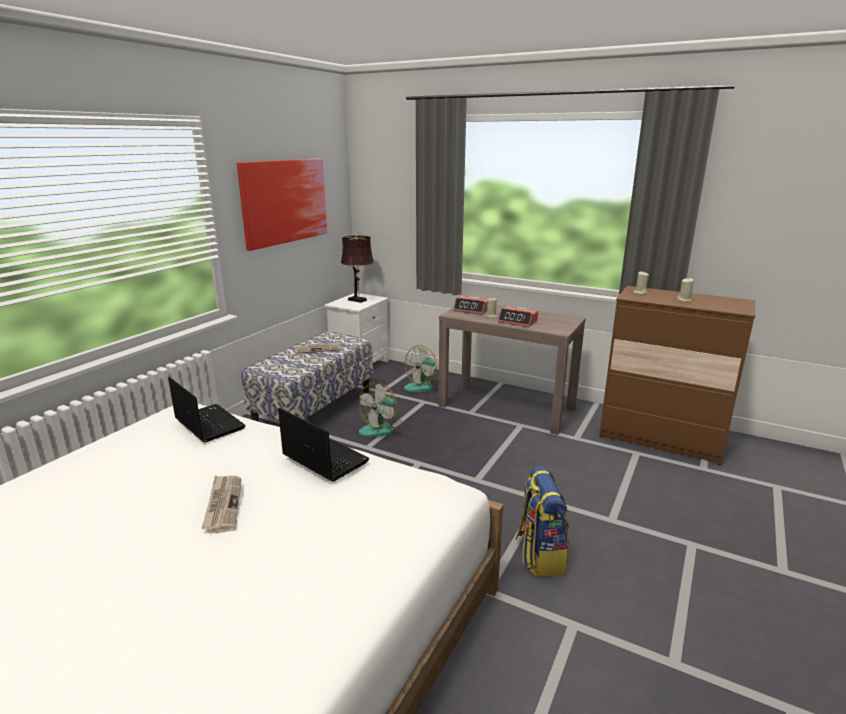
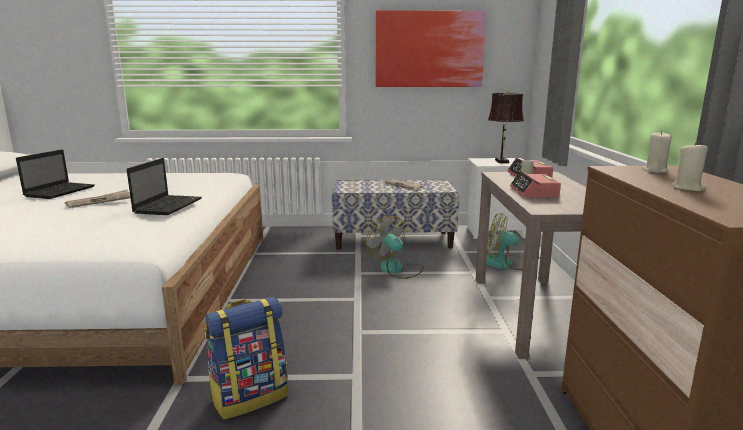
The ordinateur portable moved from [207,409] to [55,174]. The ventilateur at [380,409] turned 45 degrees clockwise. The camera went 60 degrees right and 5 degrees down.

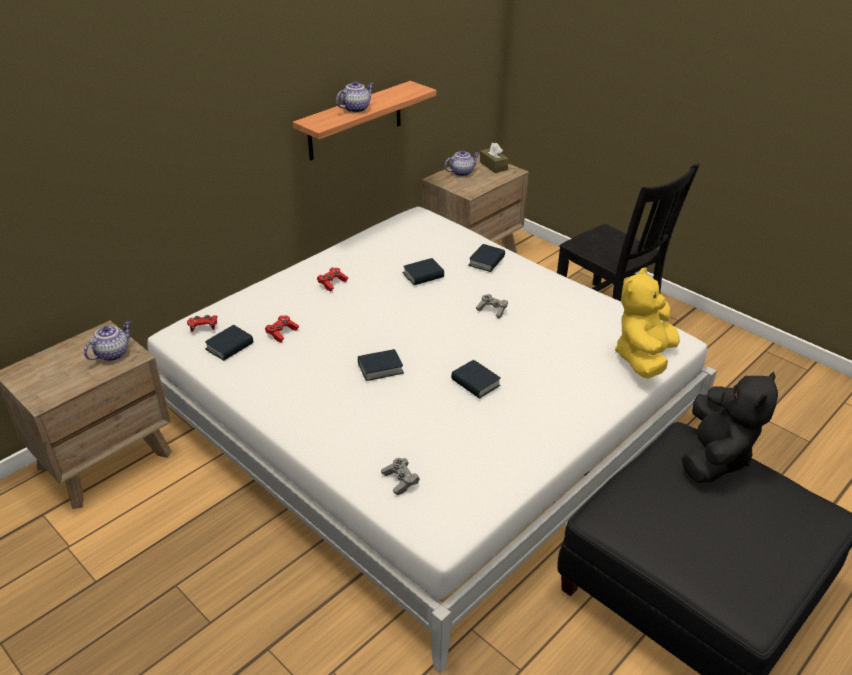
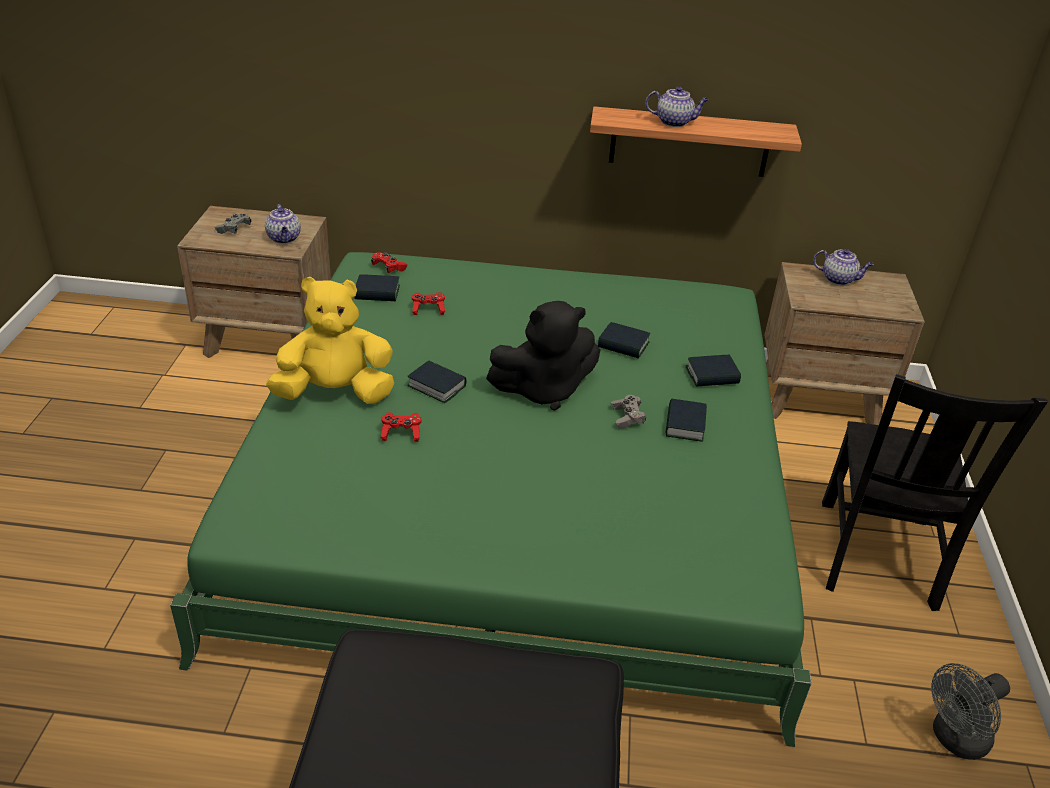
The théière at [107,341] turned 75 degrees clockwise. The lit (blanc) at [432,440] became the lit (vert) at [491,499]. The manette (rouge) moved from [332,279] to [401,427]. The manette (gris) moved from [400,476] to [233,223]. The livre moved from [476,379] to [686,420]. The boîte à mouchoirs (marron) at [494,158] disappeared. The peluche (jaune) moved from [647,322] to [330,340]. The peluche (noir) moved from [730,427] to [543,356]. The ventilateur (gris) at [970,711] appeared. The camera went 50 degrees right and 0 degrees up.

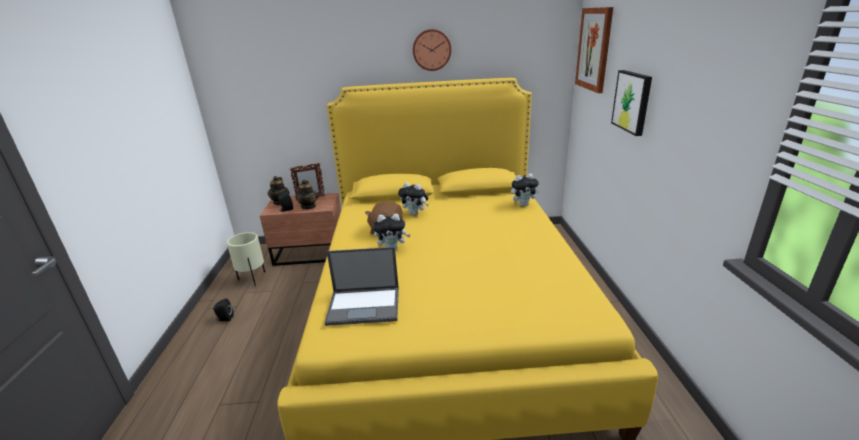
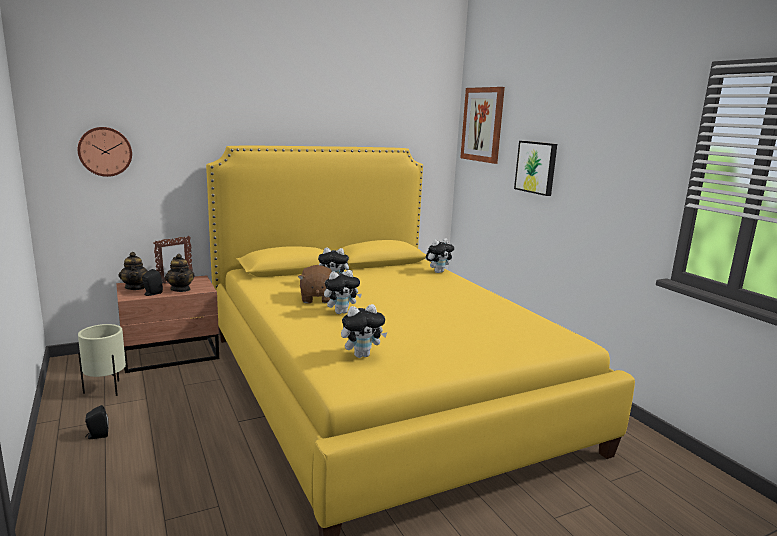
The ordinateur portable at [362,286] was replaced by the peluche at [364,331]. The horloge murale moved from [432,50] to [105,152]. The camera went 25 degrees left and 10 degrees down.

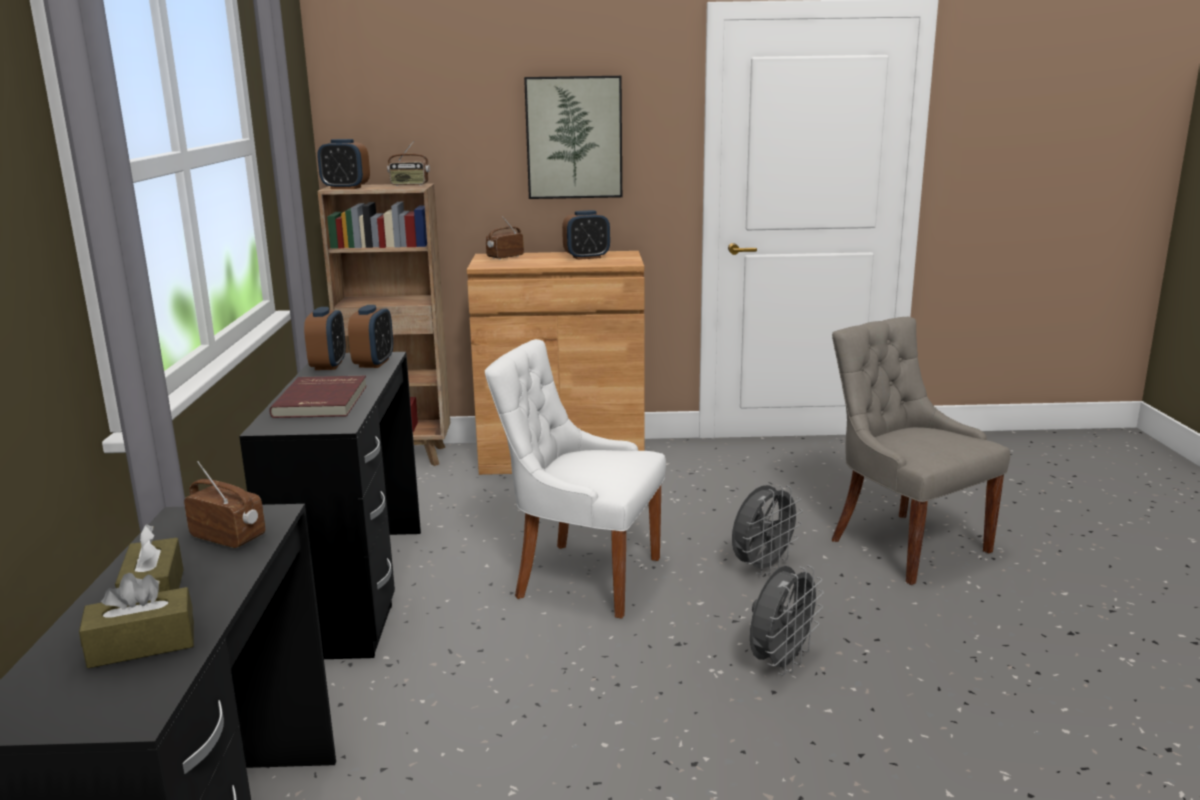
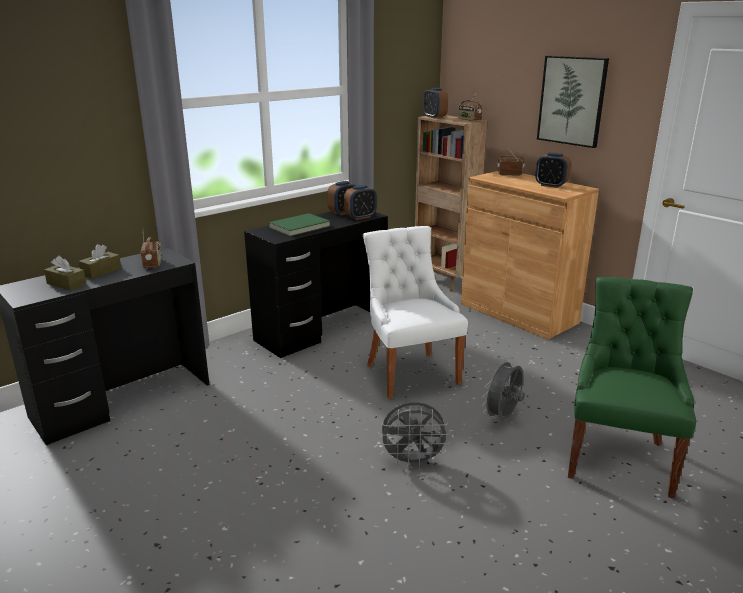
The livre (rouge) at [318,397] became the livre (vert) at [299,224]. The ventilateur (gris) at [767,530] turned 120 degrees clockwise. The chaise (gris) at [921,451] became the chaise (vert) at [632,387]. The camera went 50 degrees right and 5 degrees up.

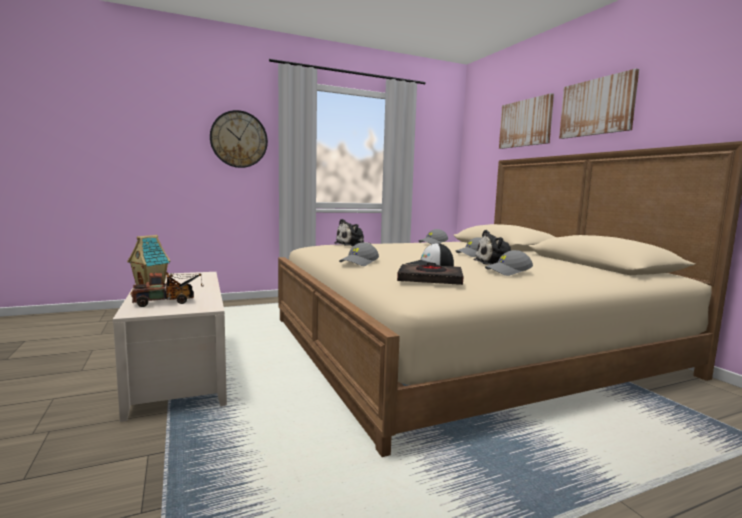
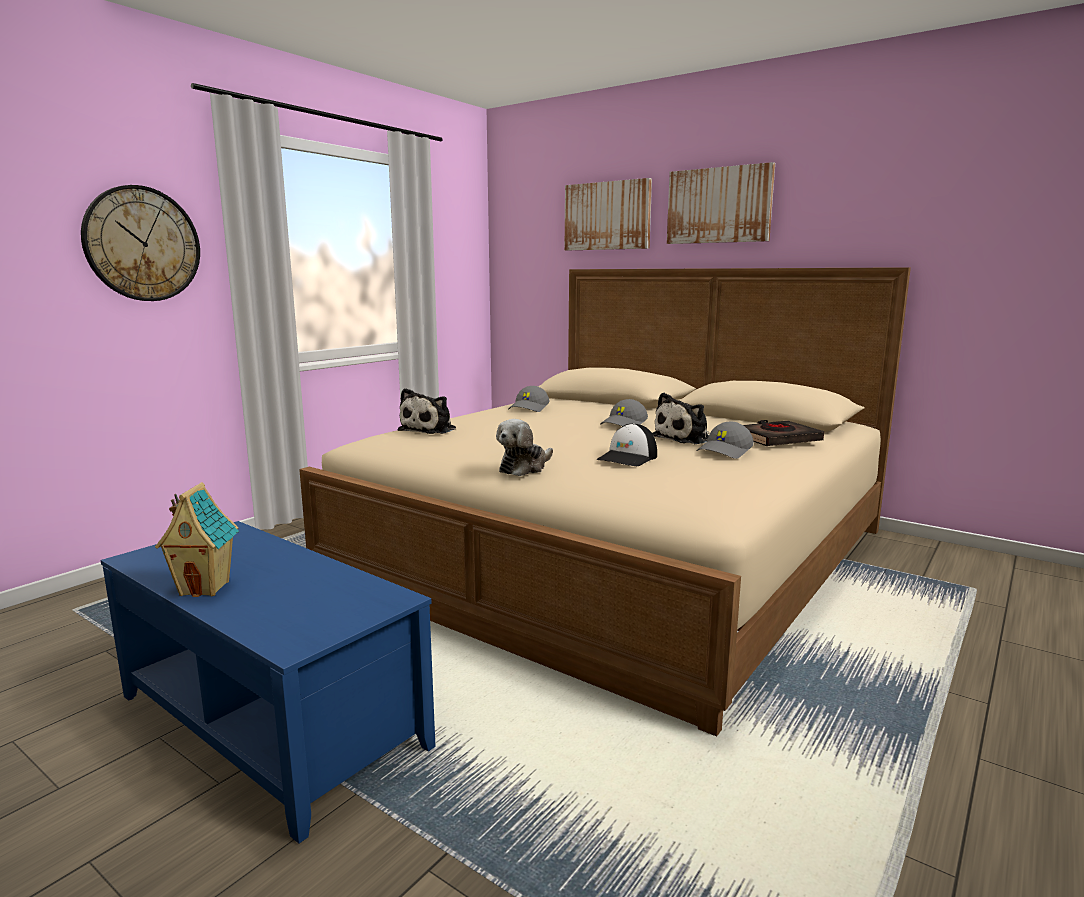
The table basse (beige) at [170,347] became the table basse (bleu) at [268,682]. The camion jouet at [167,289] disappeared. The casquette (gris) at [359,254] was replaced by the peluche at [524,447]. The livre (noir) moved from [430,274] to [784,433]. The camera went 30 degrees left and 5 degrees up.

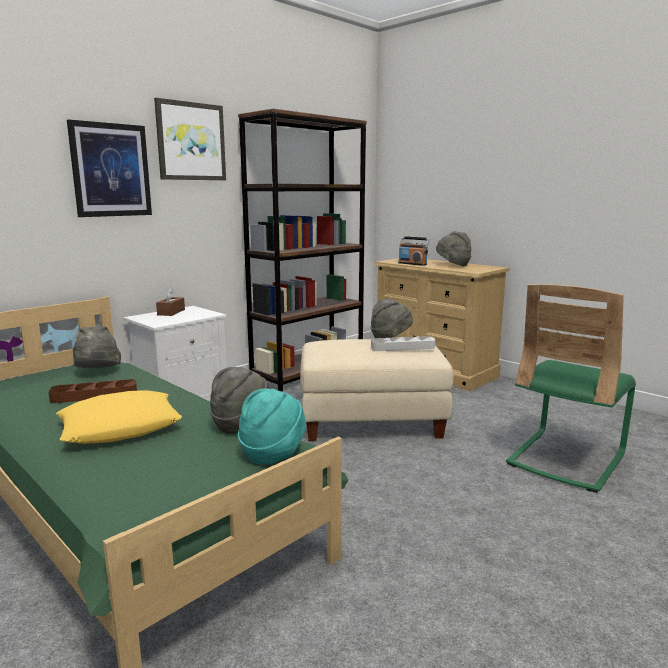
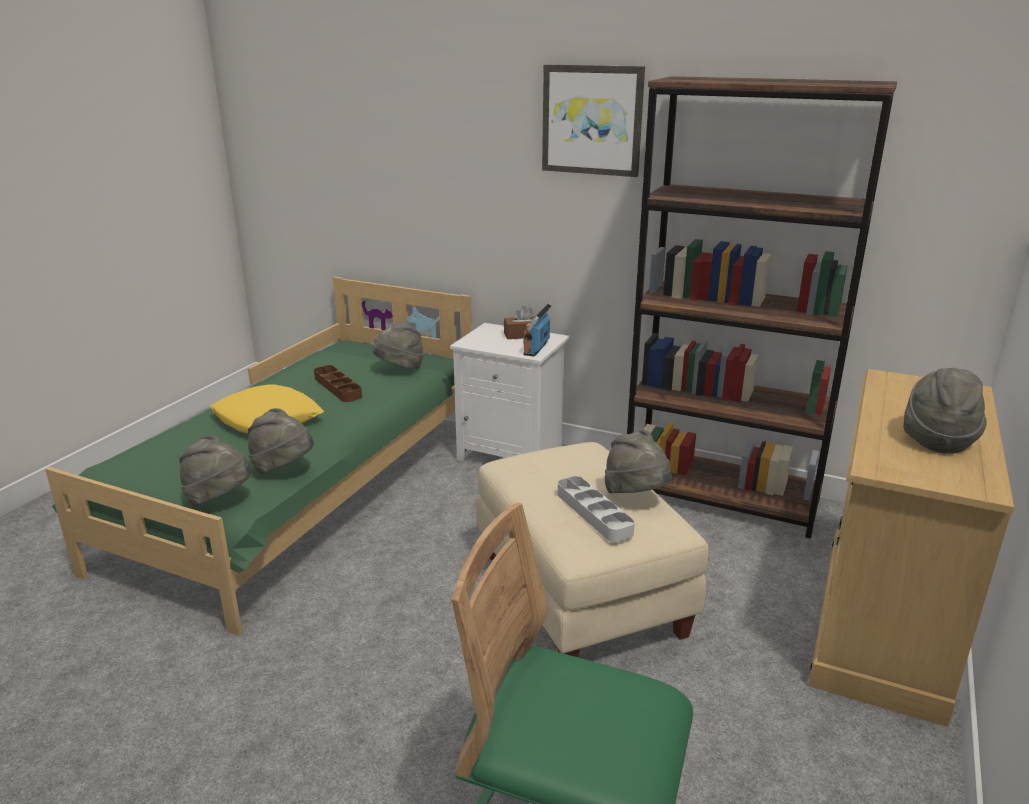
The tableau at [109,168] disappeared. The chapeau (turquoise) at [272,427] became the chapeau (gris) at [215,470]. The radio moved from [414,251] to [537,329]. The camera went 70 degrees right and 10 degrees up.

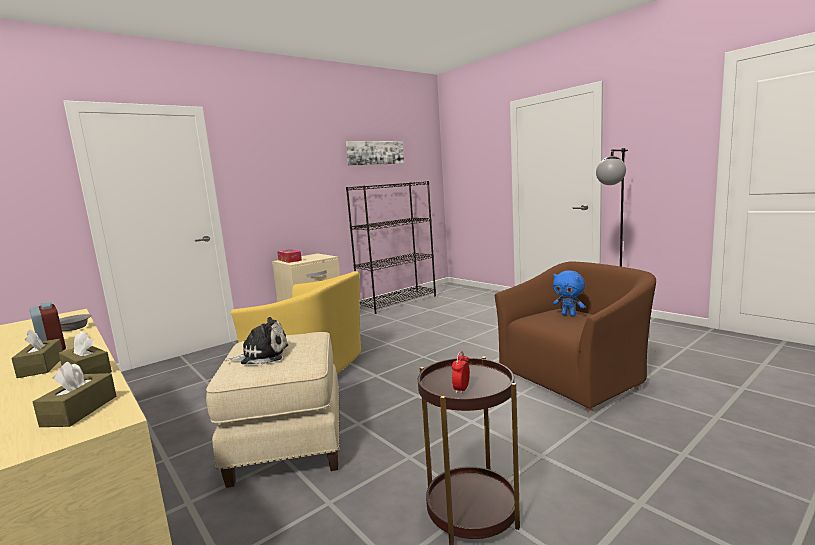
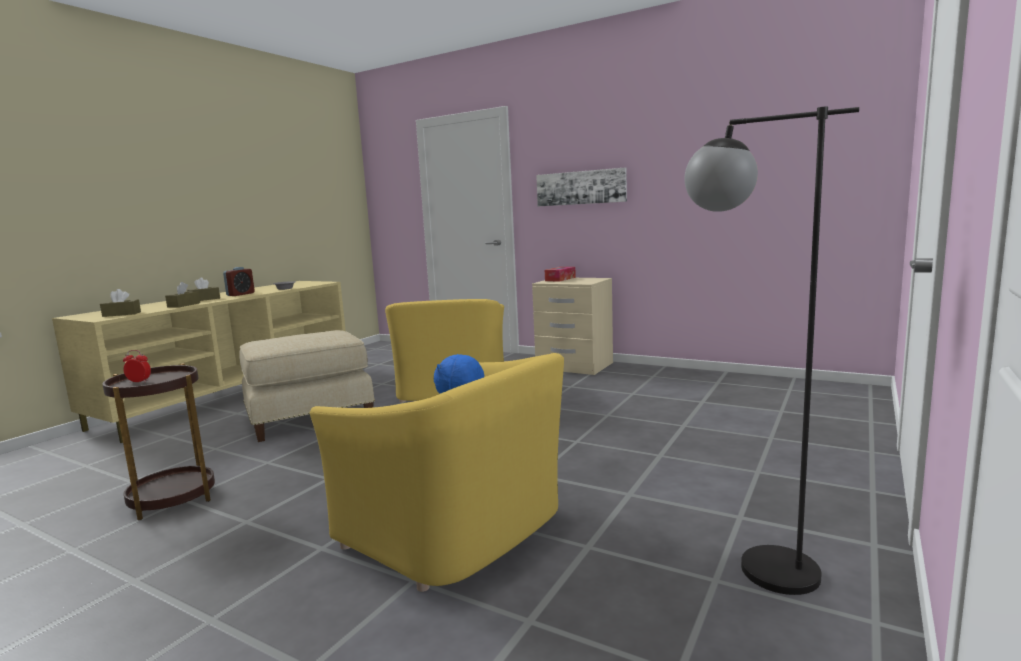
The peluche at [256,340] disappeared. The tableau moved from [375,153] to [581,187]. The bibliothèque (noir) at [391,247] disappeared. The fauteuil (marron) at [575,337] became the fauteuil (jaune) at [437,472]. The camera went 70 degrees right and 0 degrees up.

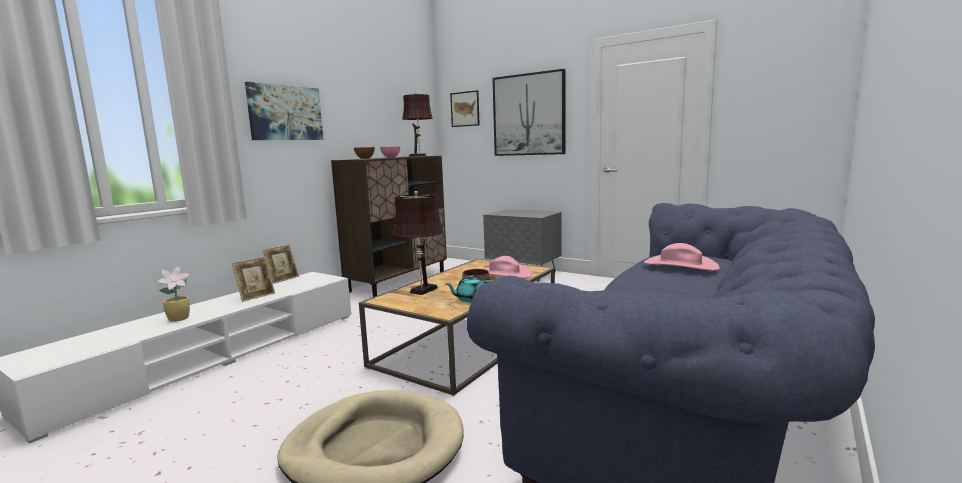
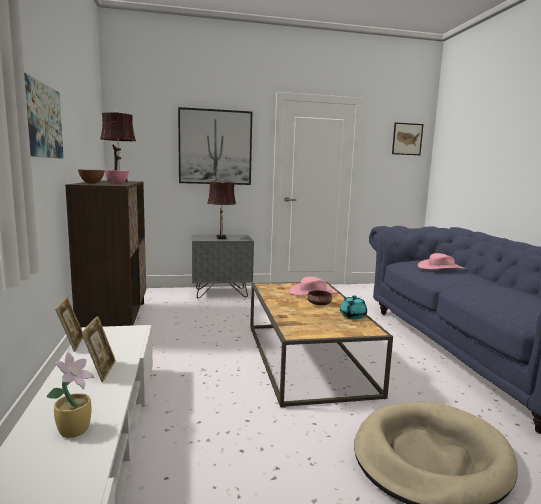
The lampe de table (marron) moved from [418,243] to [221,209]. The tableau moved from [465,108] to [407,138]. The camera went 45 degrees left and 0 degrees up.

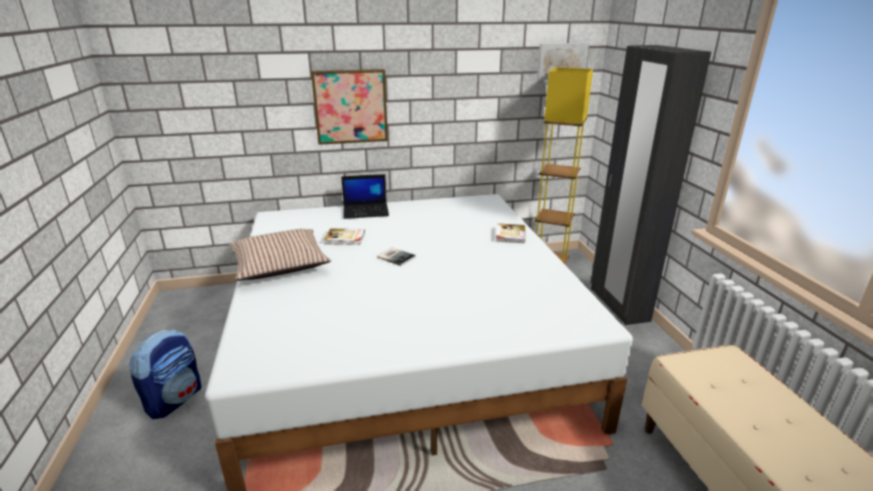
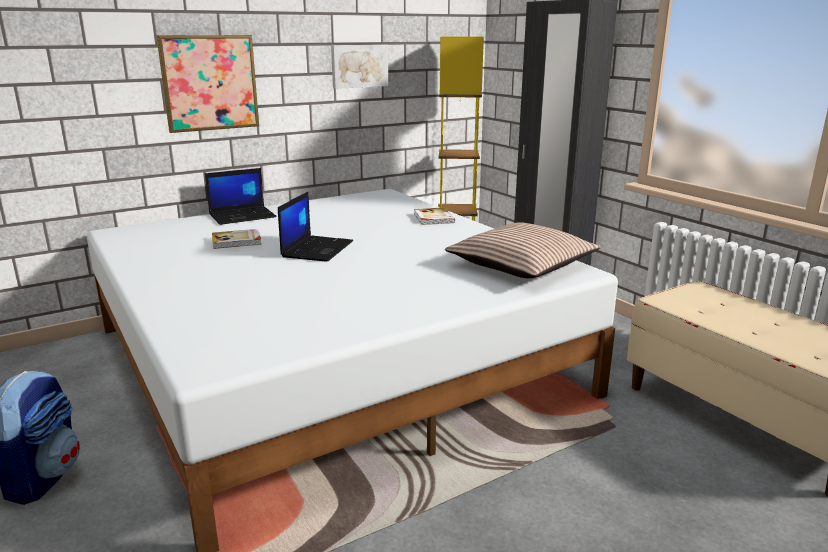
The coussin moved from [280,255] to [523,250]. The livre at [396,256] was replaced by the ordinateur portable at [315,227]. The tableau moved from [563,61] to [359,67]. The camera went 20 degrees left and 5 degrees down.

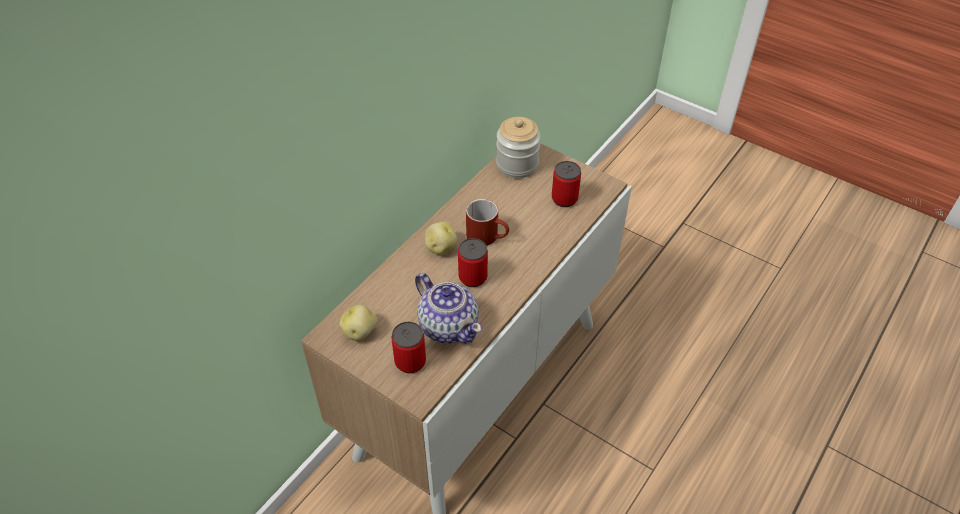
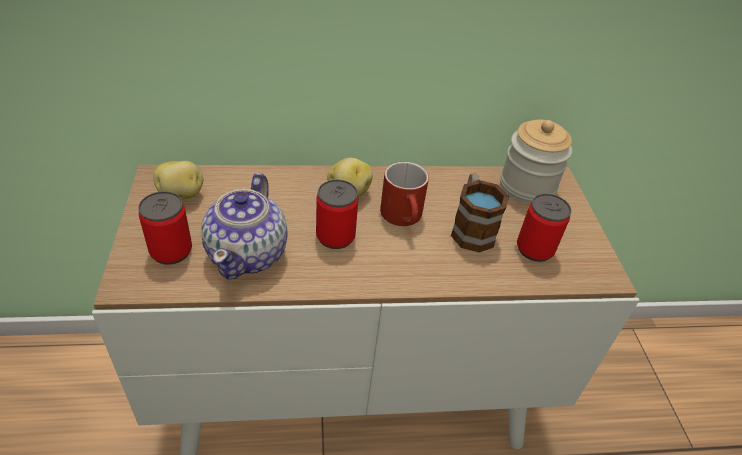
The mug at [480,213] appeared. The camera went 45 degrees right and 5 degrees down.

